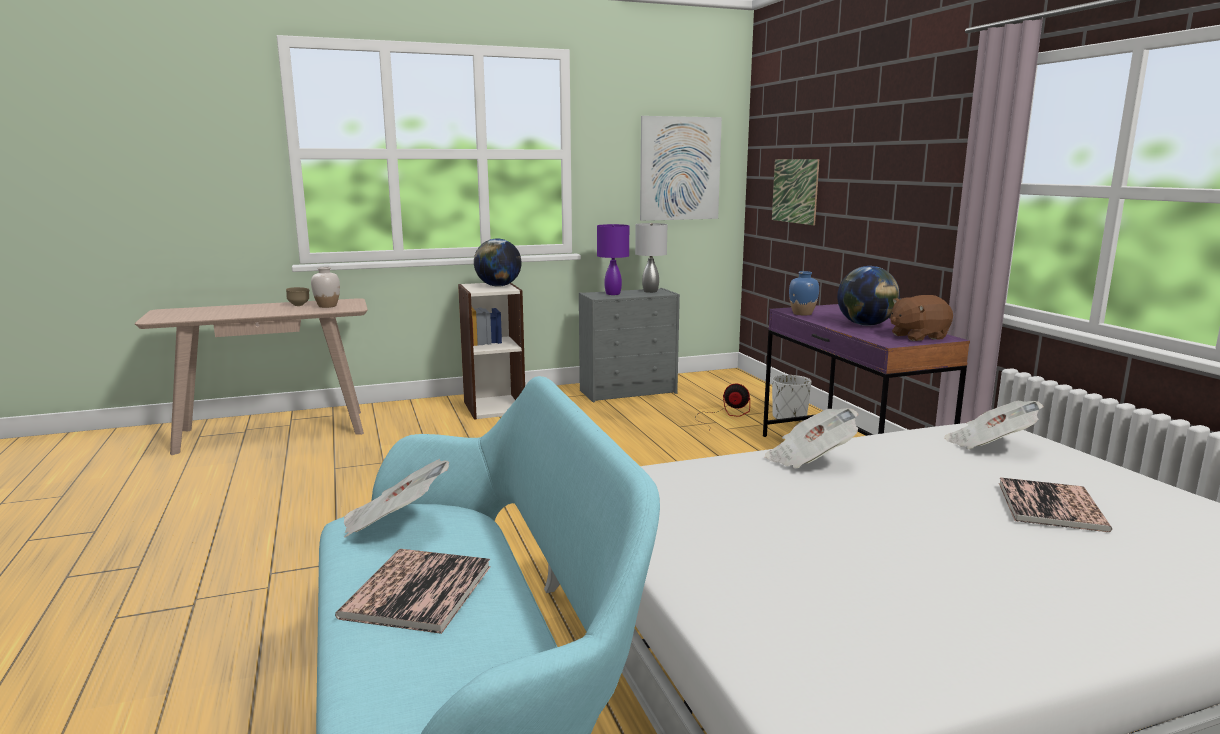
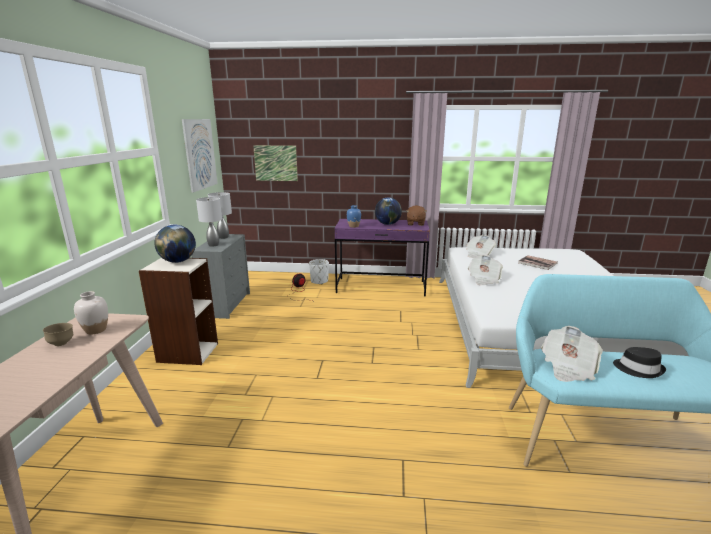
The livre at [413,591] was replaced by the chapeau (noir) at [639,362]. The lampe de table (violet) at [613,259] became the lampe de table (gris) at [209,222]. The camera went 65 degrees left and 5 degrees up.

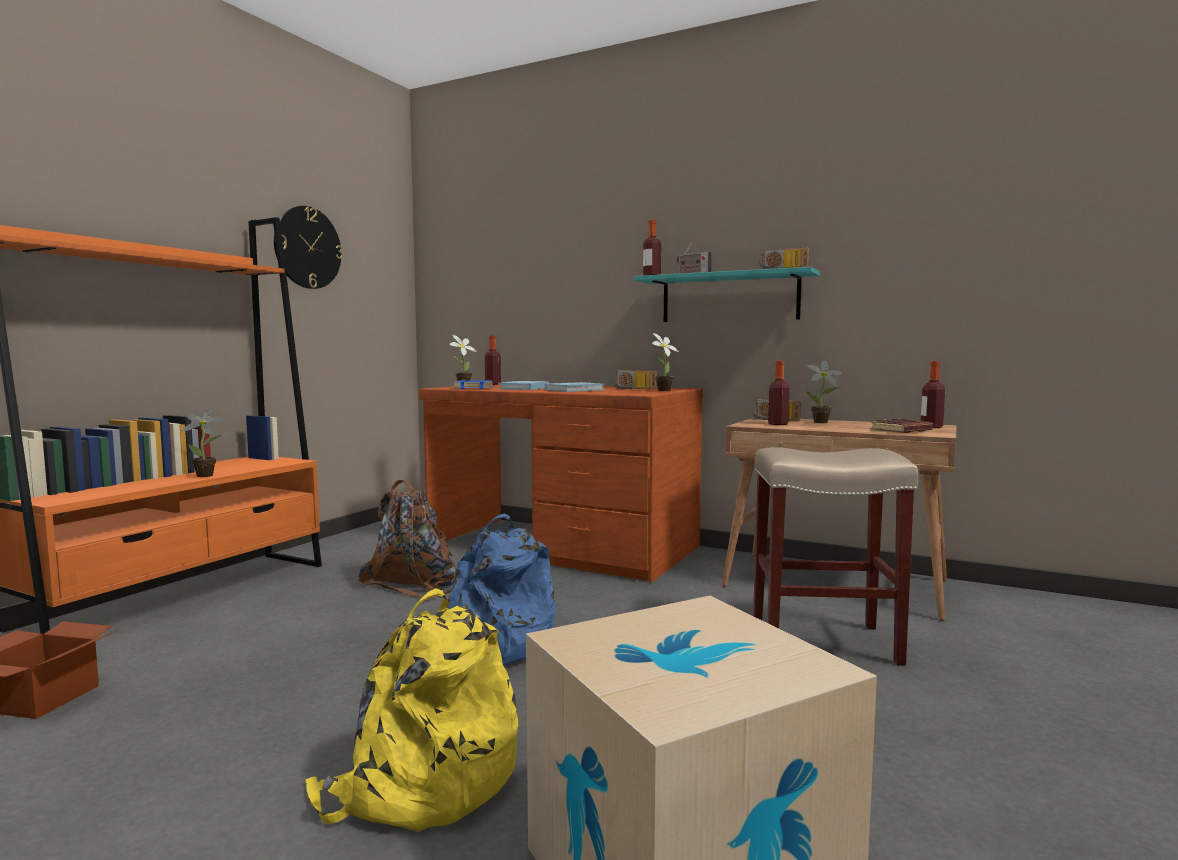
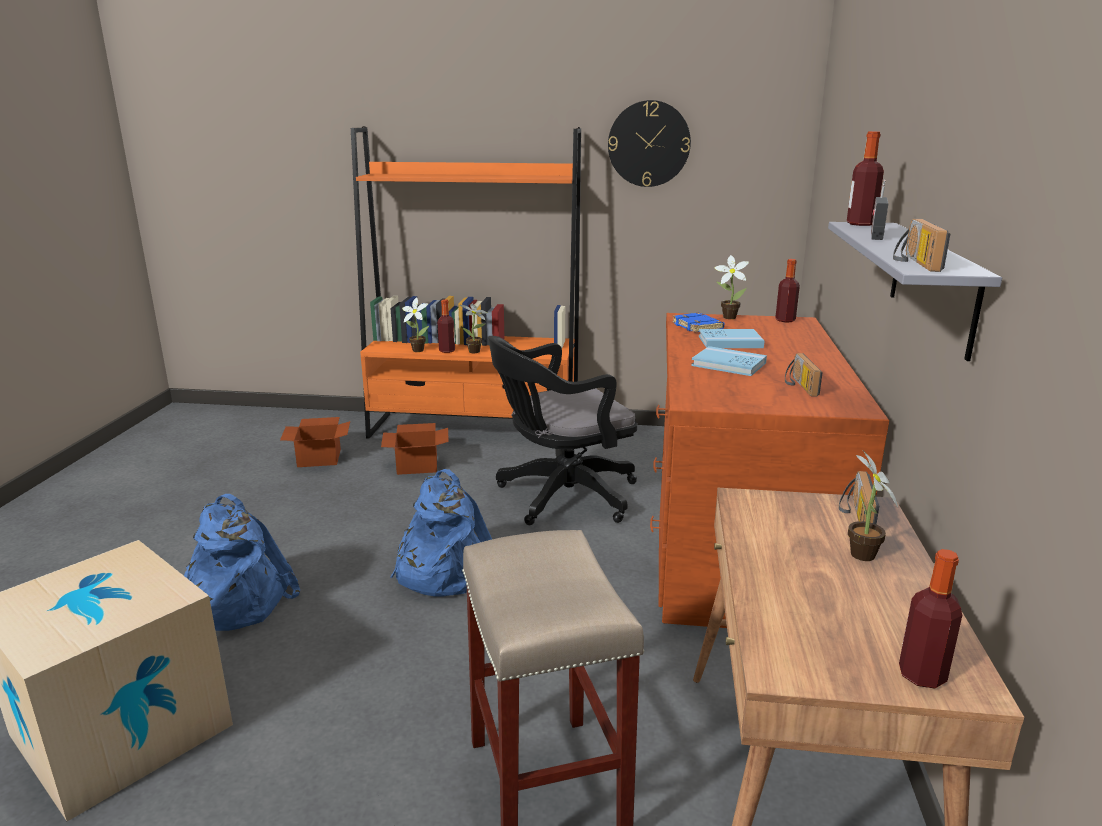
The sac à dos (jaune) at [411,710] became the sac à dos (bleu) at [242,562]. The sac à dos (marron) at [407,540] was replaced by the chaise de bureau (noir) at [562,430]. The étagère (turquoise) at [727,294] became the étagère (gris) at [915,291]. The plante en pot moved from [665,362] to [415,324]. The bouteille moved from [779,393] to [446,326]. The livre (marron) at [902,425] disappeared. The carton at [415,449] appeared. The camera went 70 degrees right and 15 degrees up.

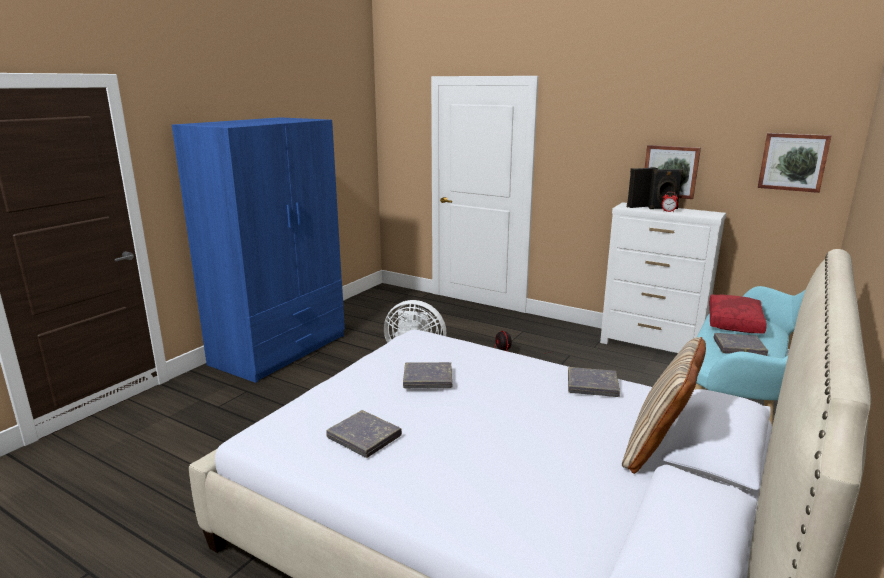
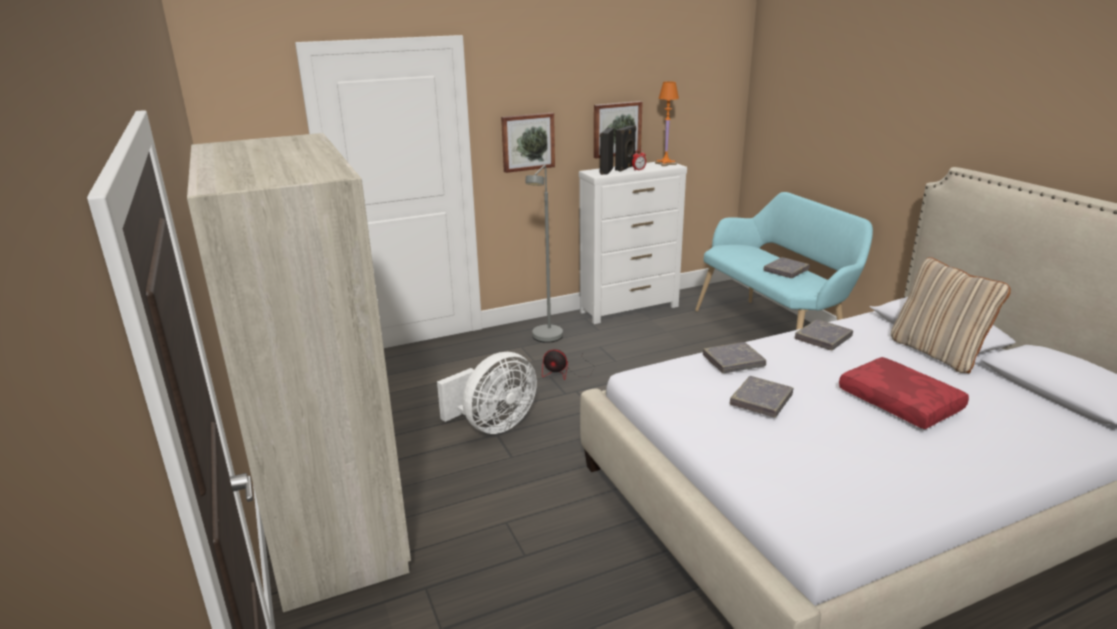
The armoire (bleu) at [258,250] became the armoire (beige) at [299,372]. The livre (gris) moved from [364,434] to [734,357]. The coussin (rouge) moved from [738,314] to [904,393]. The tableau moved from [795,163] to [528,143]. The lampadaire (gris) at [544,254] appeared. The lampe de table (orange) at [667,124] appeared. The camera went 55 degrees left and 5 degrees up.

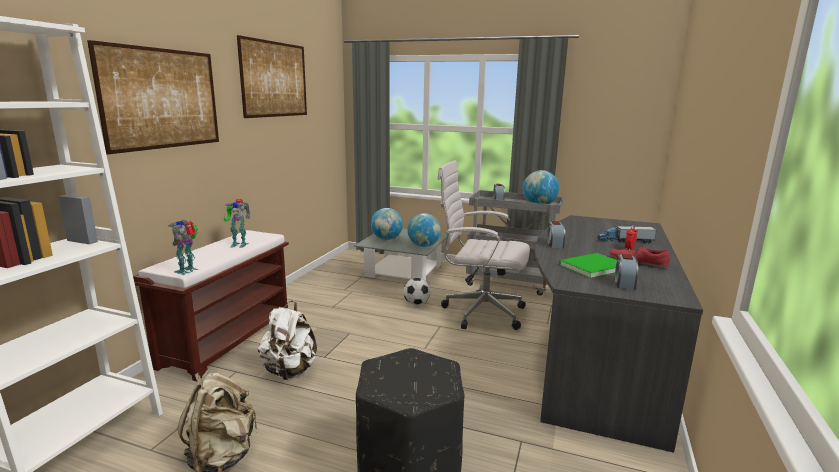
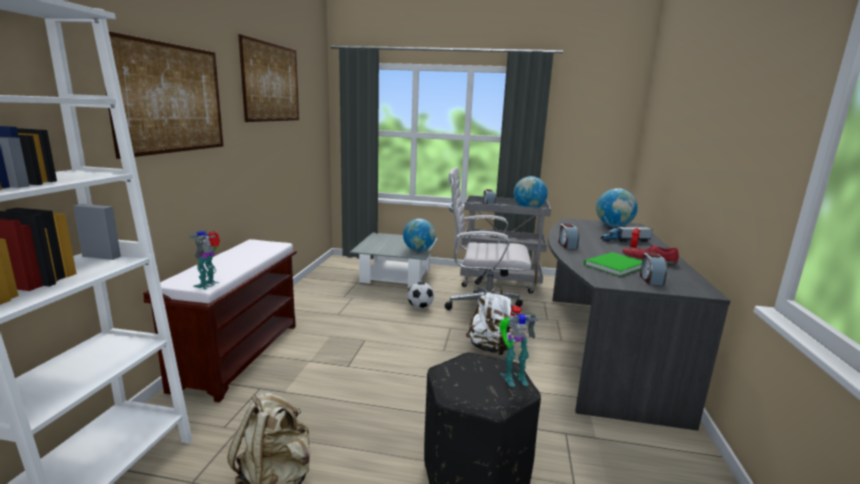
The robot jouet moved from [237,223] to [518,346]. The sac à dos (blanc) moved from [287,340] to [491,320]. The globe moved from [387,224] to [617,207]. The camera went 10 degrees left and 0 degrees up.

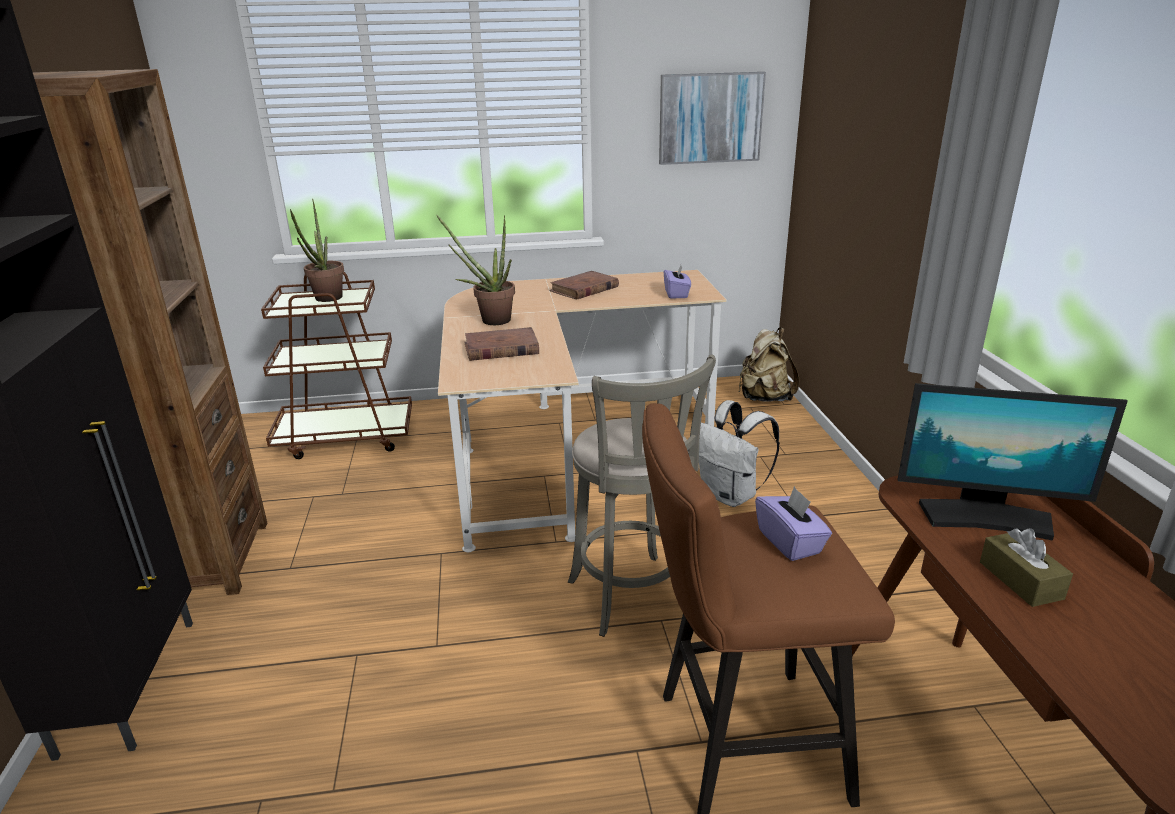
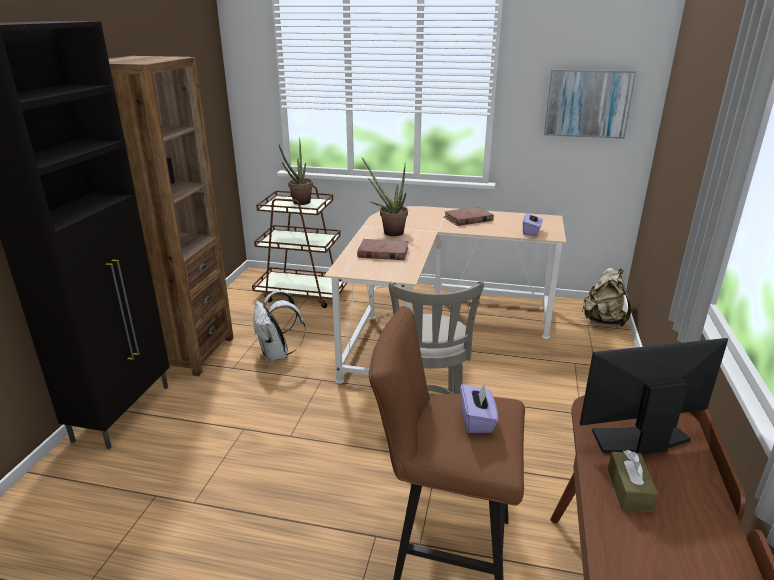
The sac à dos (blanc) moved from [739,453] to [279,326]. The écran d'ordinateur at [1013,462] turned 135 degrees clockwise. The camera went 20 degrees right and 0 degrees up.

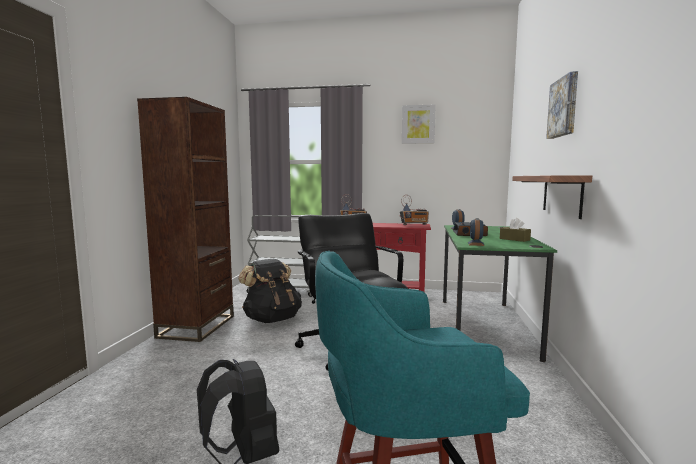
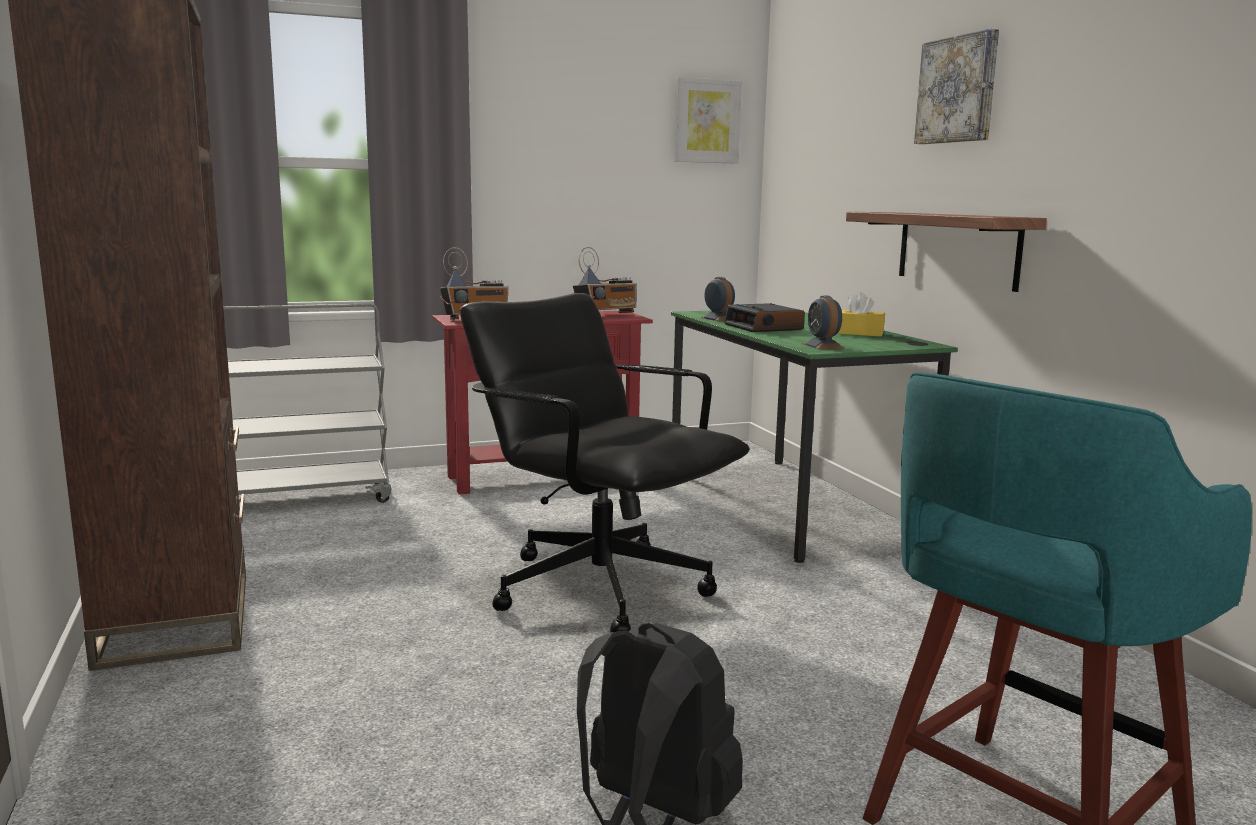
The sac à dos (noir) at [270,291] disappeared. The tableau moved from [419,124] to [708,120]. The boîte à mouchoirs (marron) at [515,230] became the boîte à mouchoirs (jaune) at [861,314]. The camera went 30 degrees left and 5 degrees up.

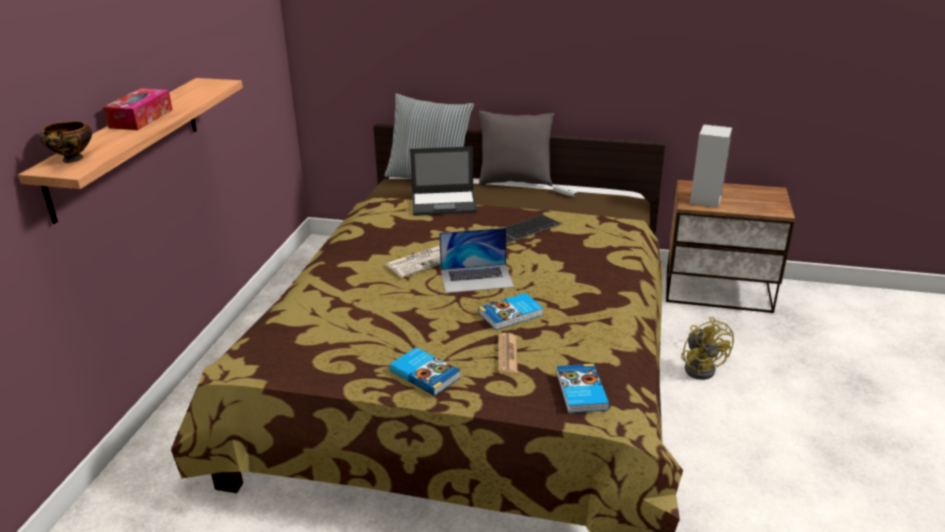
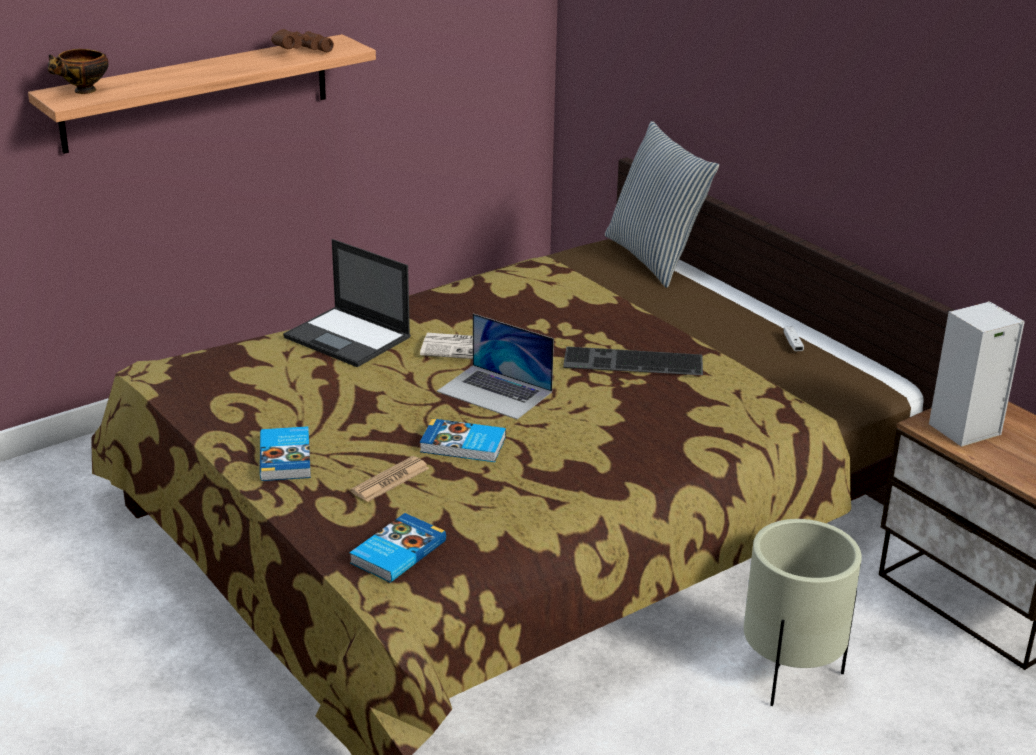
The boîte à mouchoirs at [138,109] disappeared. The ordinateur portable moved from [443,181] to [347,303]. The coussin (gris) at [517,149] disappeared. The ventilateur (jaune) at [707,348] was replaced by the cache-pot (beige) at [803,612]. The jumelles (marron) at [302,40] appeared. The camera went 40 degrees right and 0 degrees up.

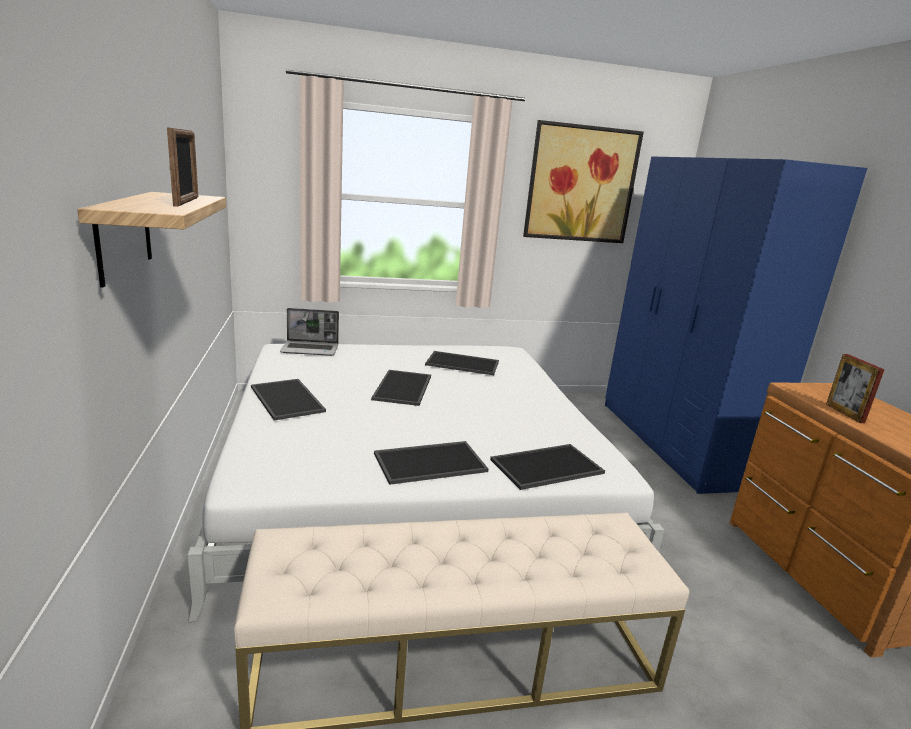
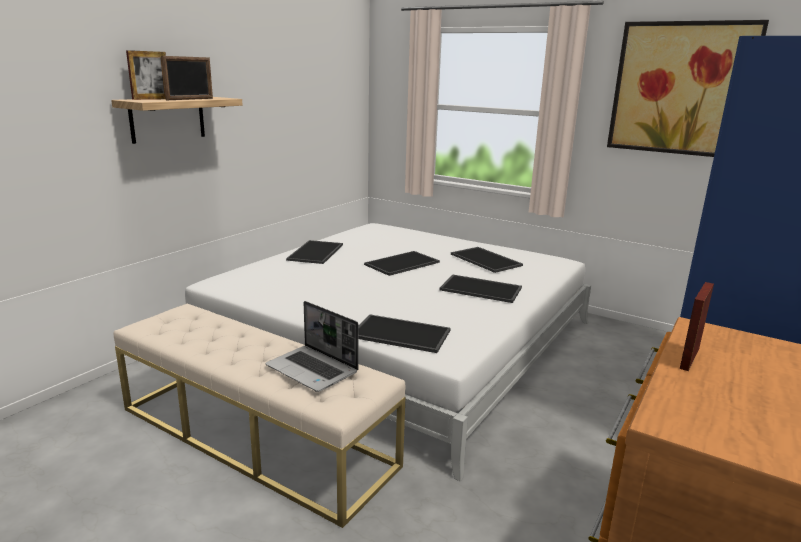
The ordinateur portable moved from [309,332] to [312,346]. The plateau moved from [431,463] to [480,289]. The cadre photo at [146,75] appeared. The camera went 45 degrees right and 0 degrees up.

